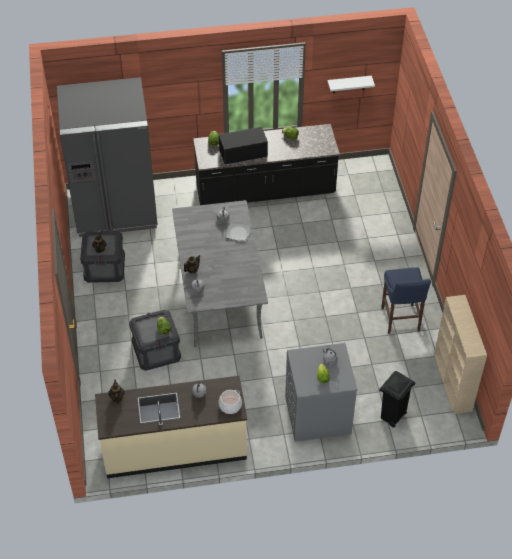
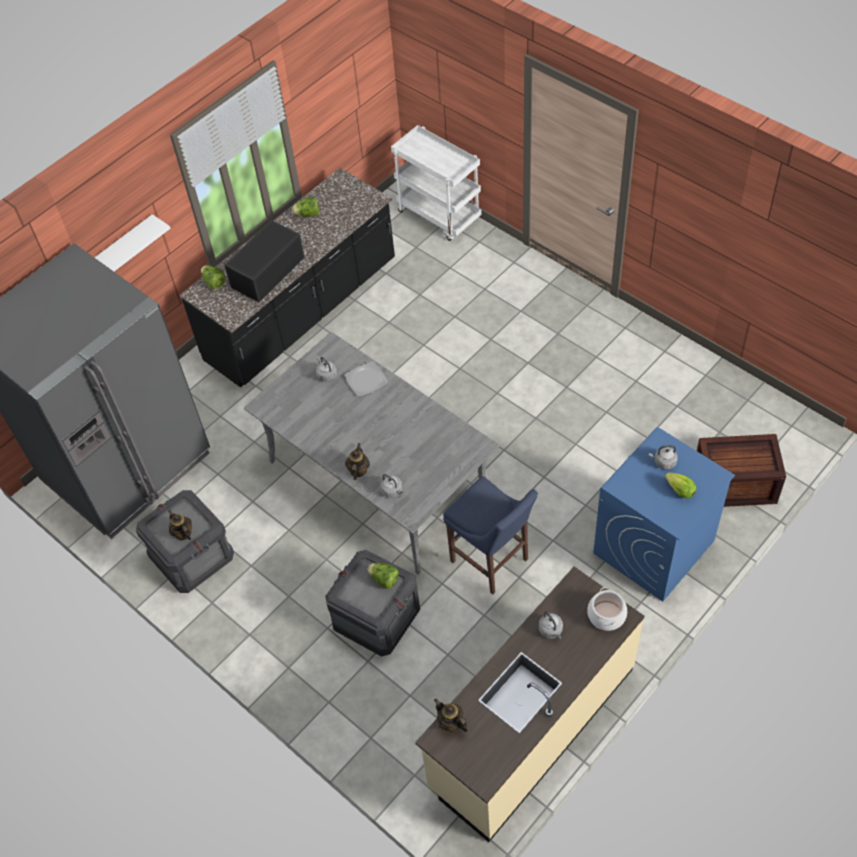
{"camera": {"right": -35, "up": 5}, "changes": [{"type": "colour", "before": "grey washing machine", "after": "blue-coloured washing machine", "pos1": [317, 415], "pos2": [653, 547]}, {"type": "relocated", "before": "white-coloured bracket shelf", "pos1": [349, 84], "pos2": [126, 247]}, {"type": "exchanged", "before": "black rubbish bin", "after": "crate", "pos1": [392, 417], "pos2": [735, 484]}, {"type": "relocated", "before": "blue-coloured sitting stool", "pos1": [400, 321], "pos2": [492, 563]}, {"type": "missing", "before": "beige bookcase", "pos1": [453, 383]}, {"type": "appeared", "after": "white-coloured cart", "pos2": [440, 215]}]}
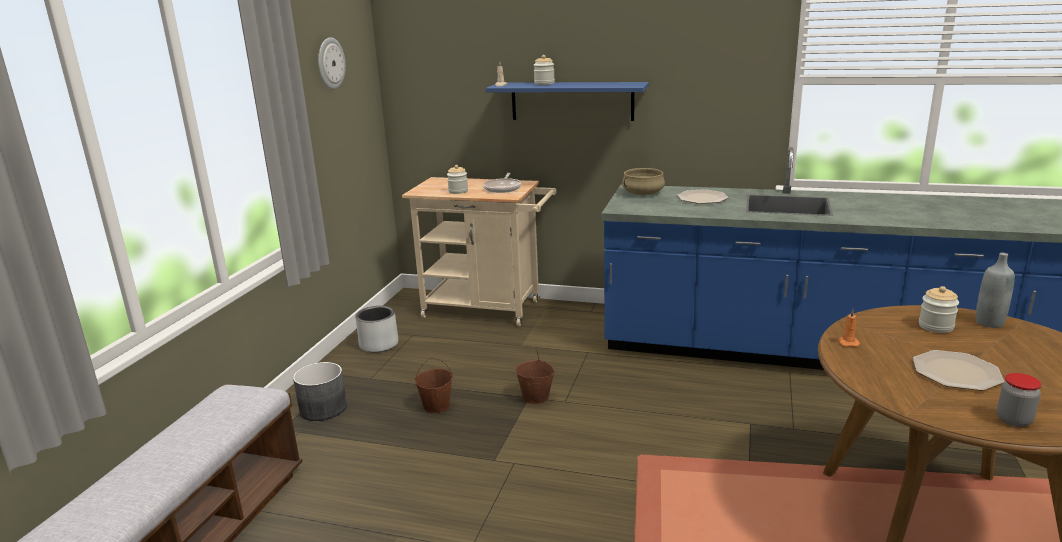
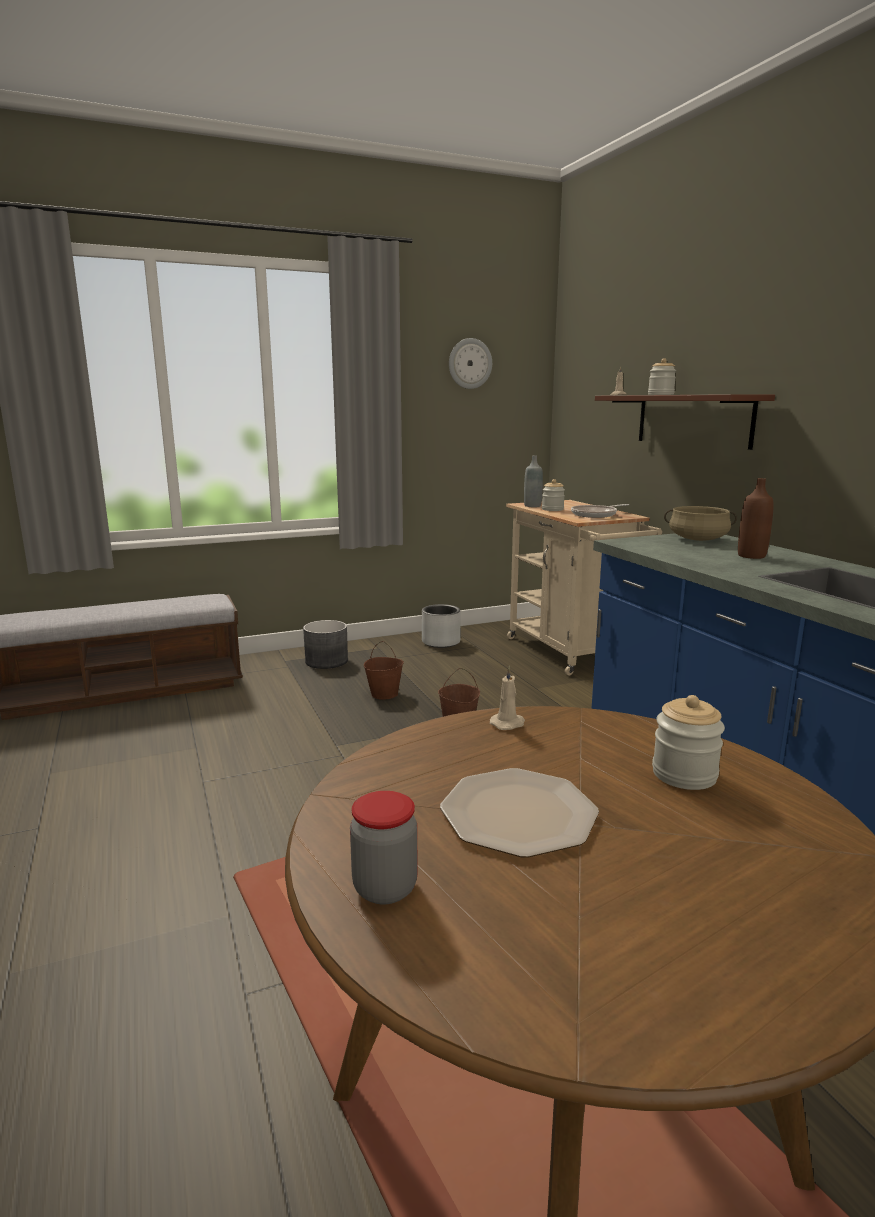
{"camera": {"right": 50, "up": -5}, "changes": [{"type": "colour", "before": "blue-coloured bracket shelf", "after": "brown-coloured bracket shelf", "pos1": [572, 101], "pos2": [693, 420]}, {"type": "exchanged", "before": "flat dish", "after": "brown-coloured beverage bottle", "pos1": [702, 198], "pos2": [751, 556]}, {"type": "colour", "before": "orange wax light", "after": "beige wax light", "pos1": [848, 342], "pos2": [508, 723]}, {"type": "relocated", "before": "grey beverage bottle", "pos1": [989, 323], "pos2": [532, 506]}]}
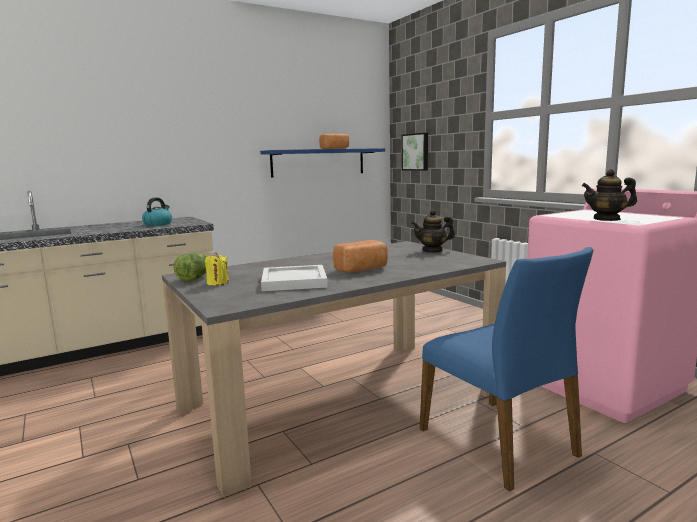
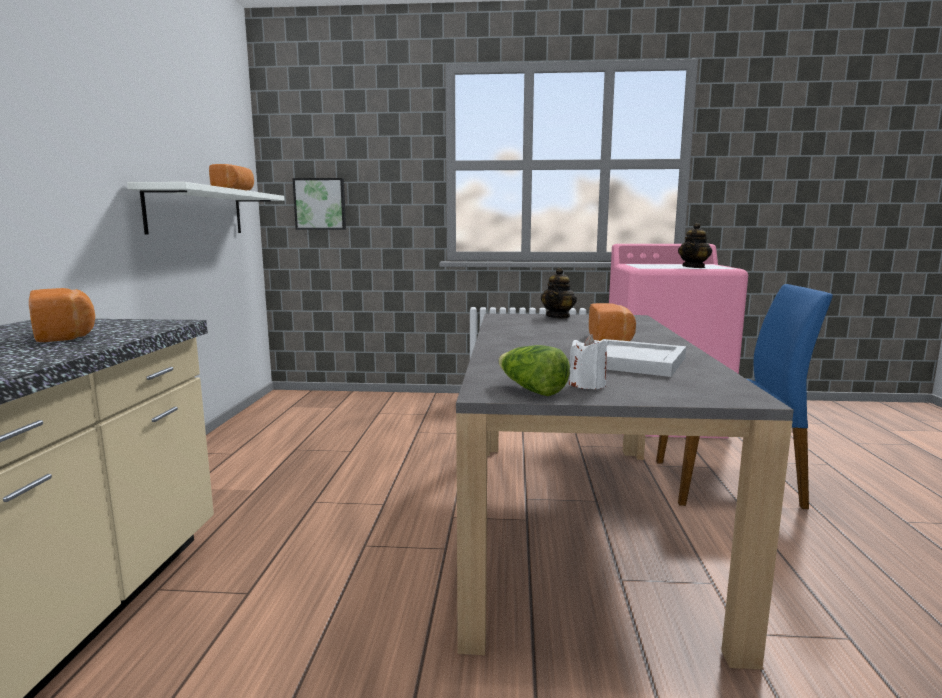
{"camera": {"right": -55, "up": 0}, "changes": [{"type": "exchanged", "before": "kettle", "after": "bakery bread", "pos1": [158, 224], "pos2": [66, 335]}, {"type": "colour", "before": "yellow wax light", "after": "white-coloured wax light", "pos1": [217, 283], "pos2": [587, 385]}, {"type": "colour", "before": "blue-coloured bracket shelf", "after": "white-coloured bracket shelf", "pos1": [318, 162], "pos2": [197, 212]}]}
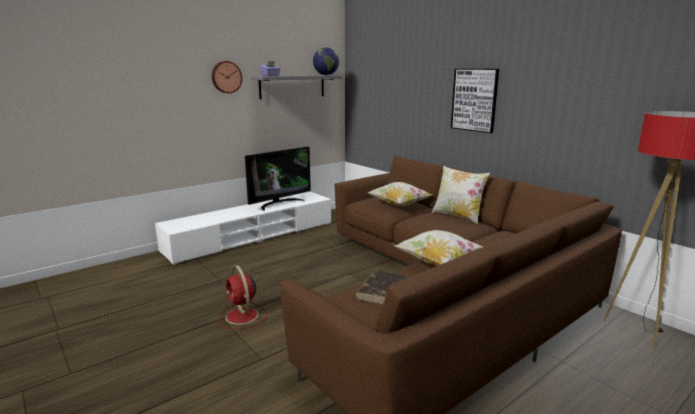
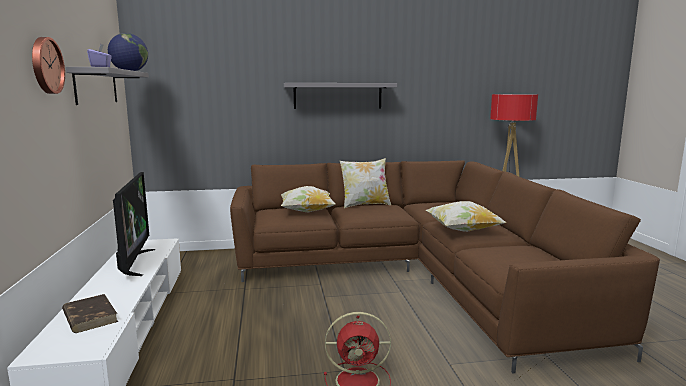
{"camera": {"right": -60, "up": -5}, "changes": [{"type": "relocated", "before": "brown-coloured bound book", "pos1": [381, 290], "pos2": [89, 316]}, {"type": "exchanged", "before": "wall art", "after": "grey bracket shelf", "pos1": [474, 100], "pos2": [338, 96]}]}
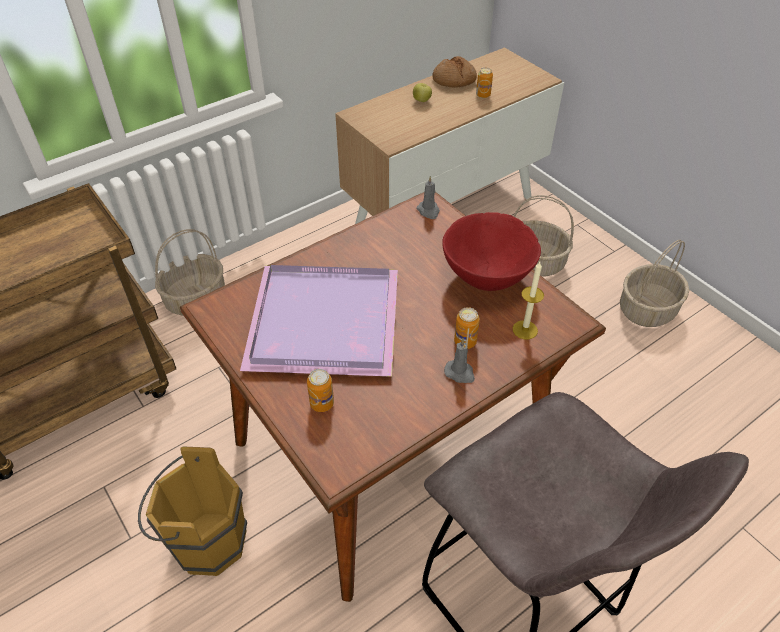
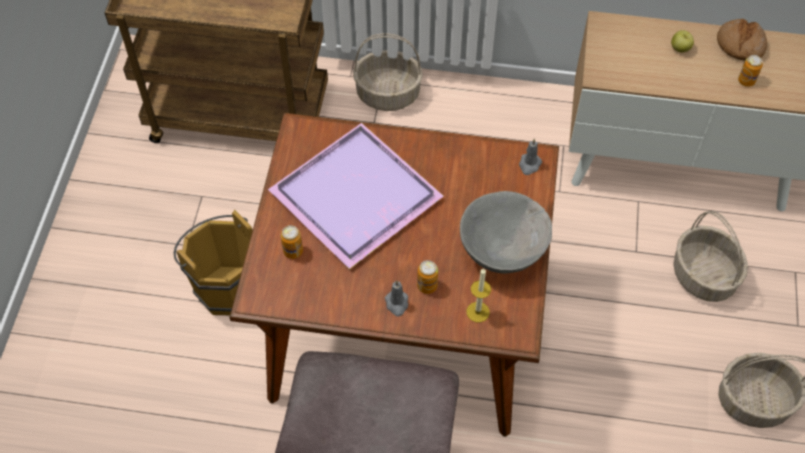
{"camera": {"right": 45, "up": 10}, "changes": [{"type": "colour", "before": "red serving bowl", "after": "grey serving bowl", "pos1": [487, 278], "pos2": [502, 253]}]}
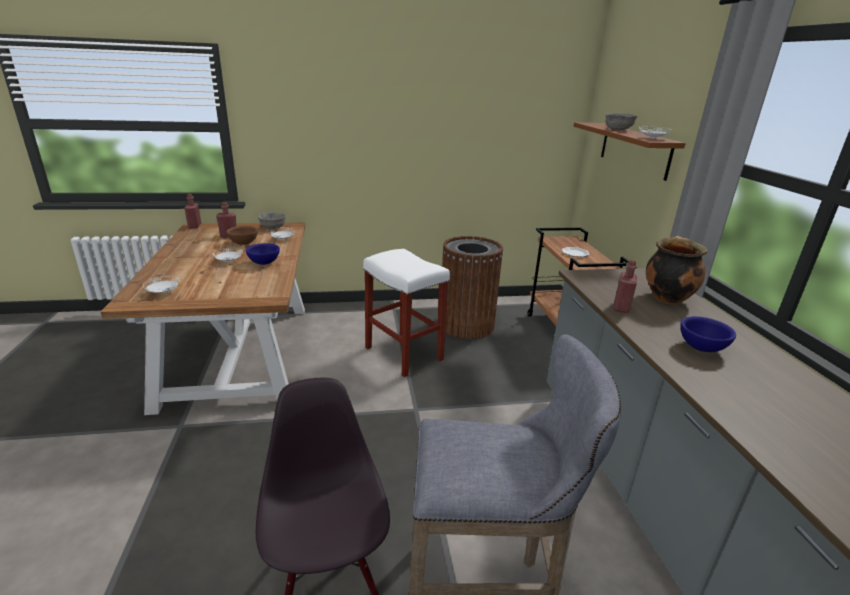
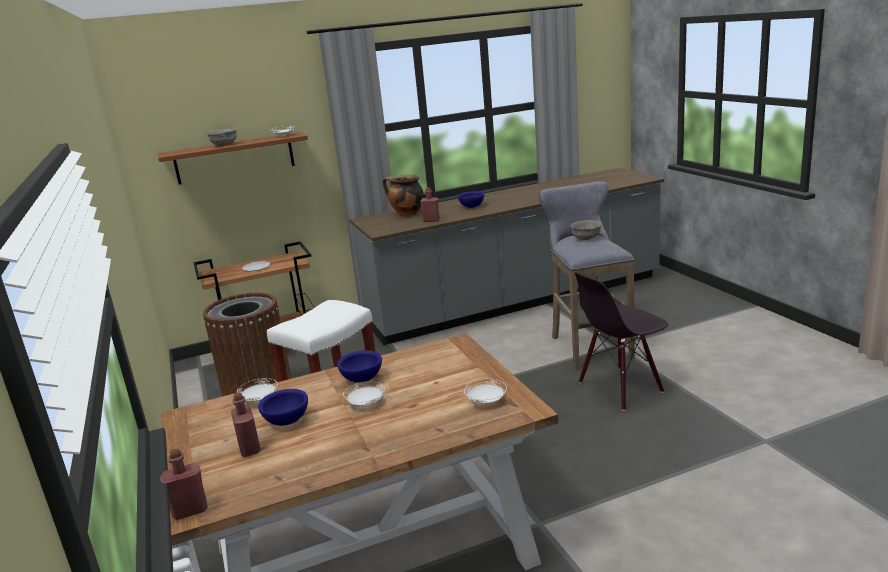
{"camera": {"right": -100, "up": -5}, "changes": [{"type": "colour", "before": "brown-coloured serving bowl", "after": "blue-coloured serving bowl", "pos1": [243, 243], "pos2": [287, 421]}, {"type": "relocated", "before": "grey serving bowl", "pos1": [272, 228], "pos2": [586, 238]}]}
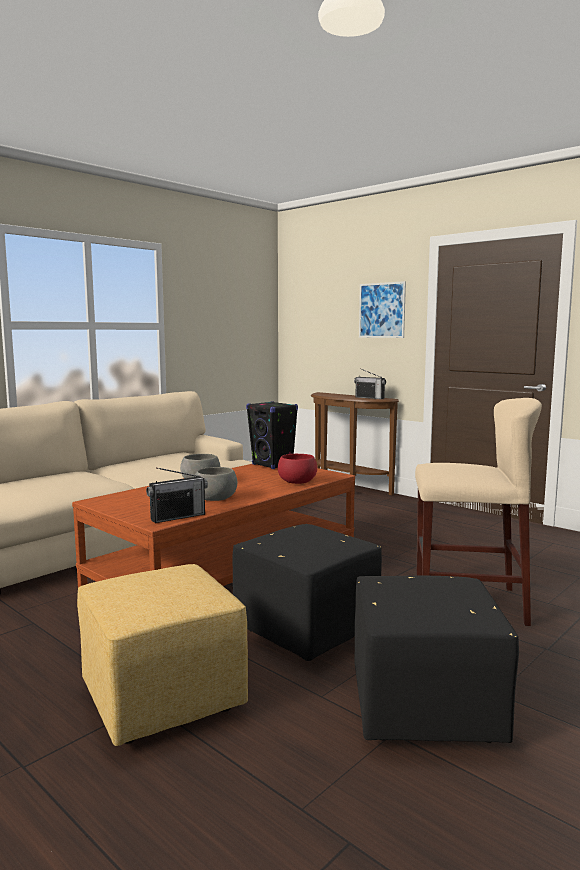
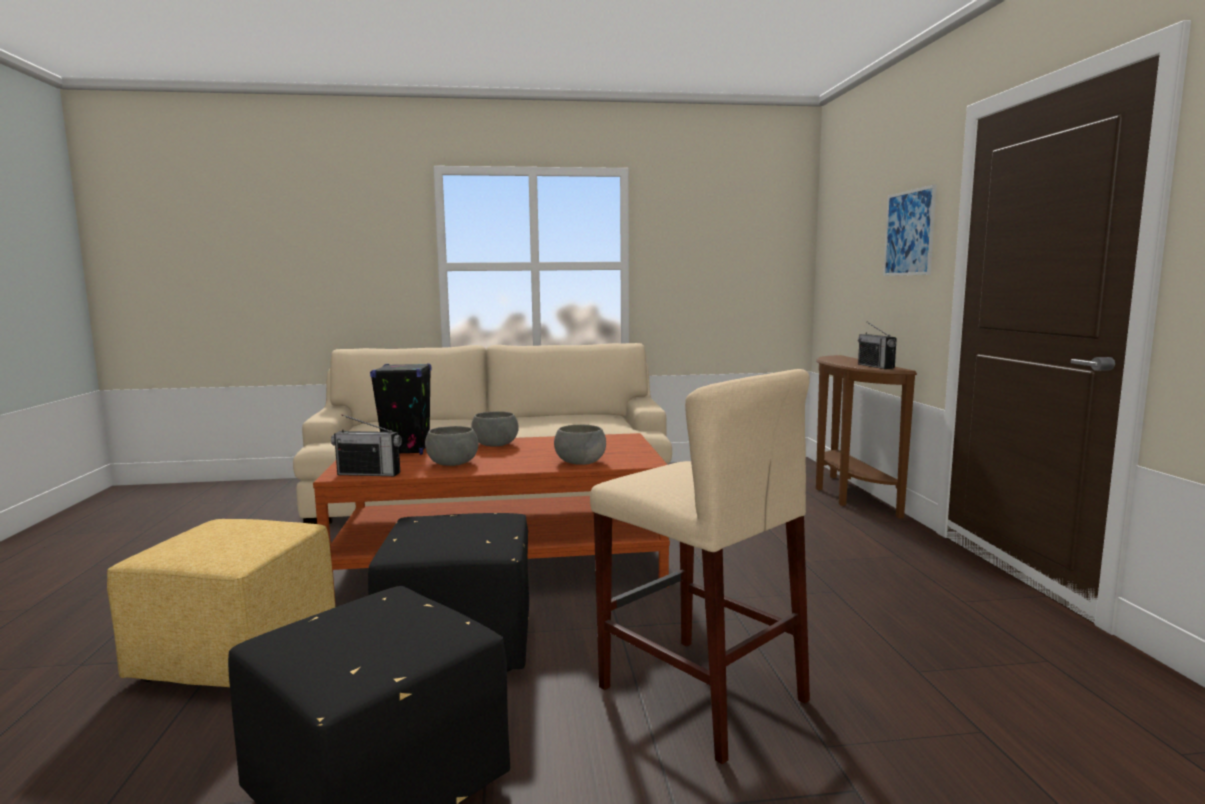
{"camera": {"right": 40, "up": 0}, "changes": [{"type": "relocated", "before": "black loudspeaker", "pos1": [273, 465], "pos2": [407, 450]}, {"type": "colour", "before": "red serving bowl", "after": "grey serving bowl", "pos1": [296, 482], "pos2": [579, 462]}]}
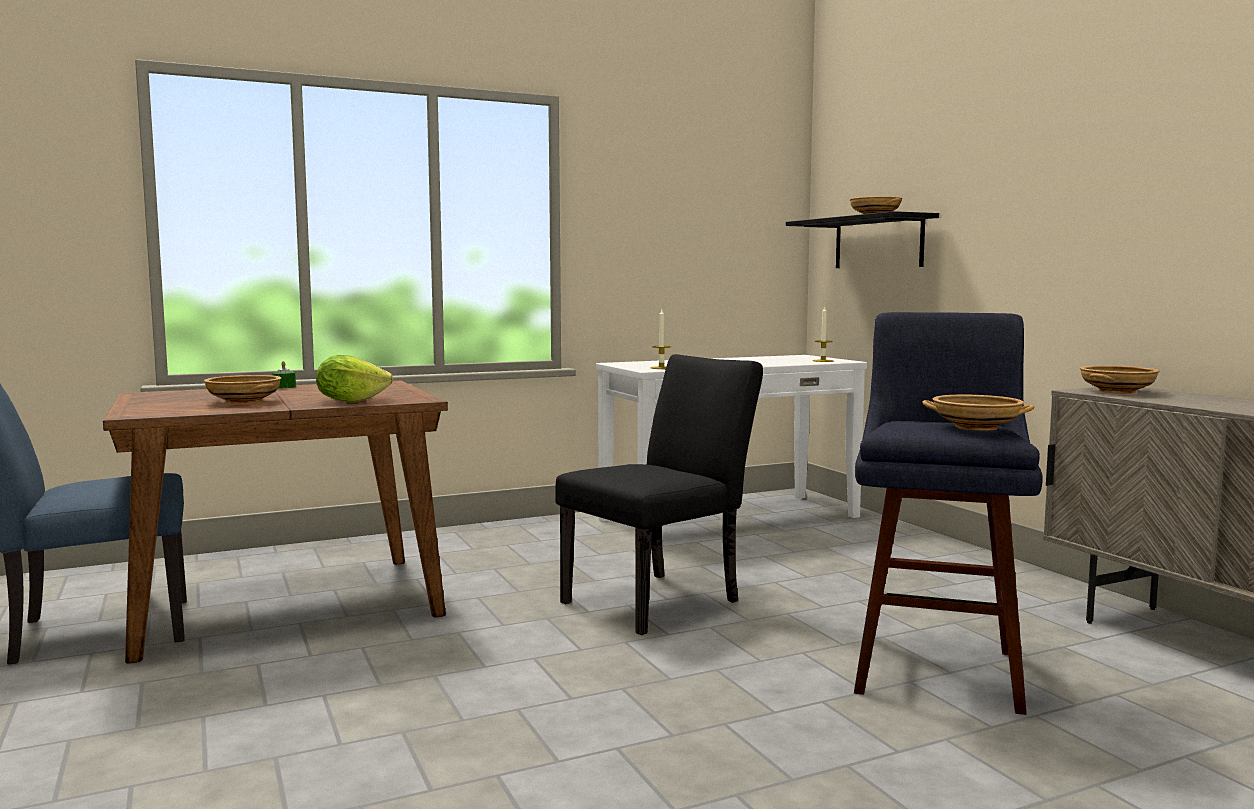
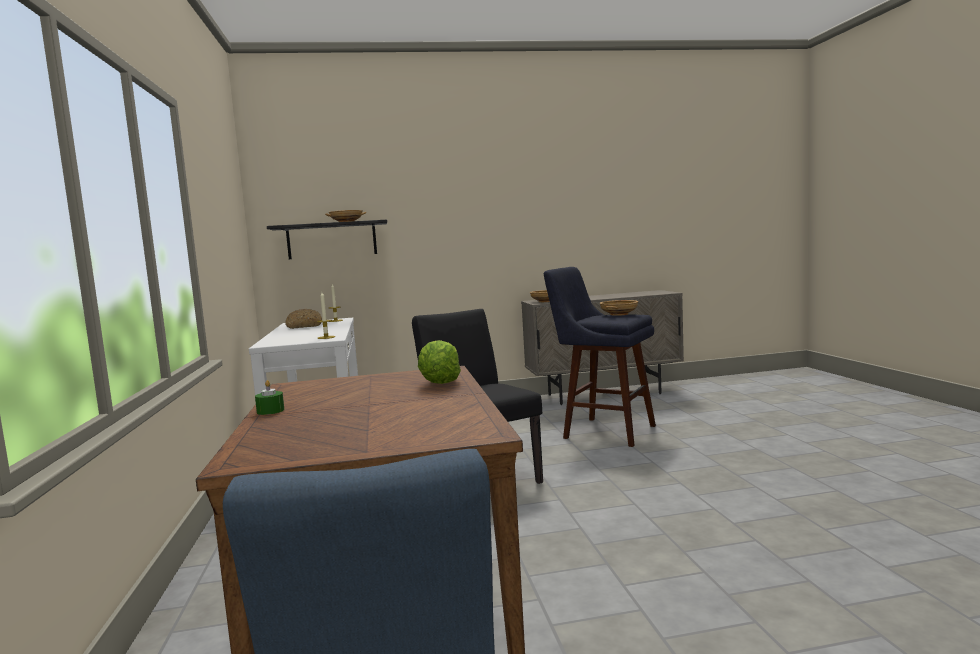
{"camera": {"right": -75, "up": 0}, "changes": [{"type": "missing", "before": "beige serving bowl", "pos1": [245, 402]}, {"type": "appeared", "after": "bakery bread", "pos2": [304, 326]}]}
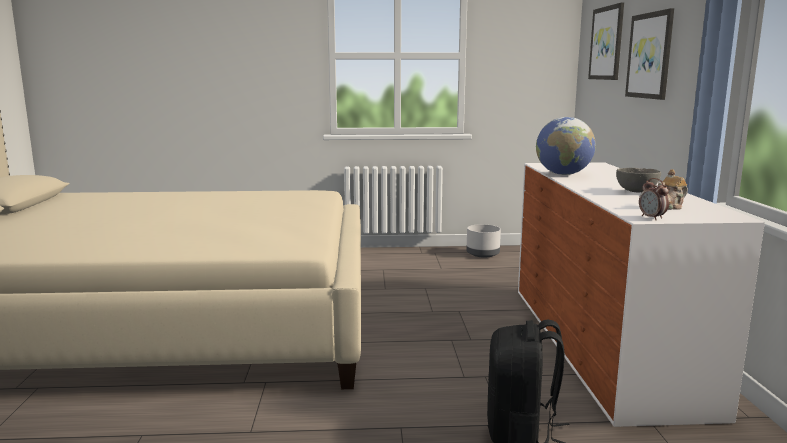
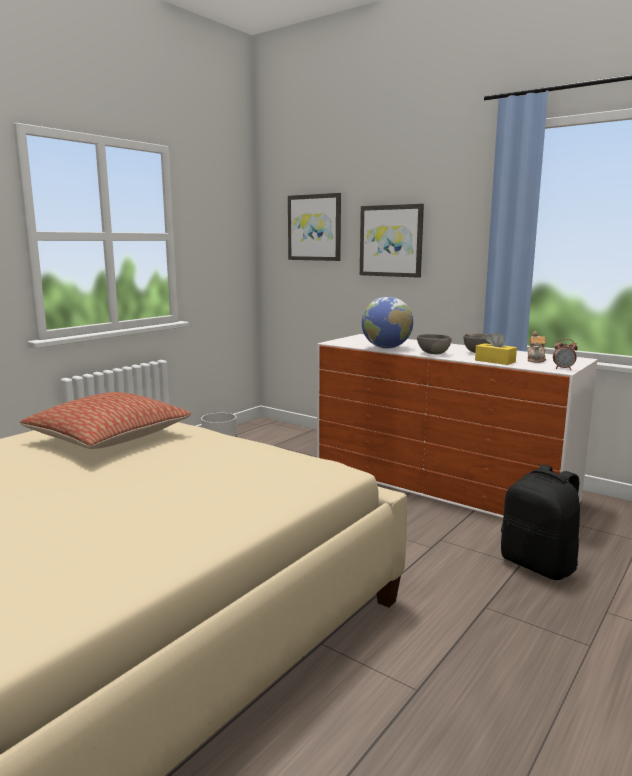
{"camera": {"right": -50, "up": 0}, "changes": [{"type": "appeared", "after": "cushion", "pos2": [108, 438]}, {"type": "appeared", "after": "grey serving bowl", "pos2": [433, 354]}, {"type": "appeared", "after": "yellow box of tissues", "pos2": [495, 361]}]}
